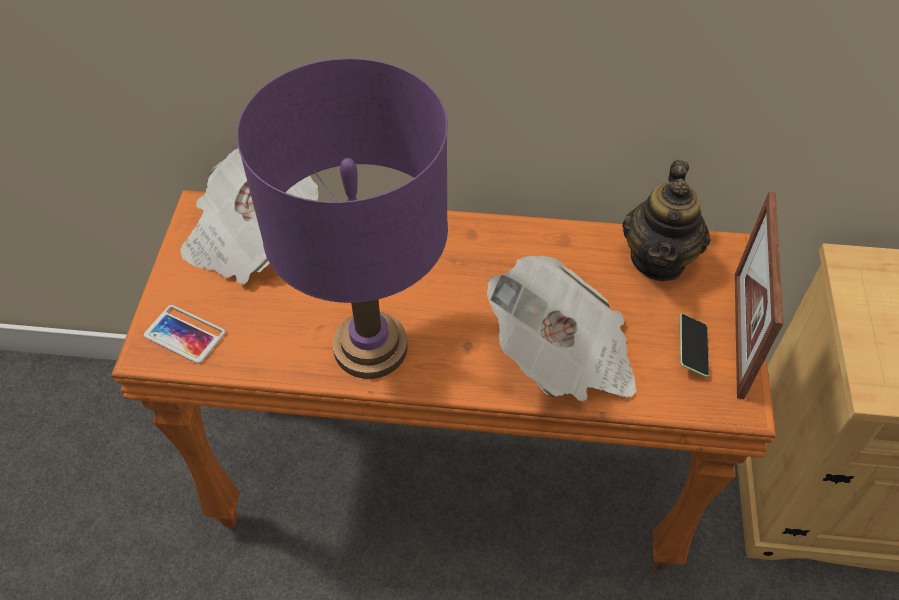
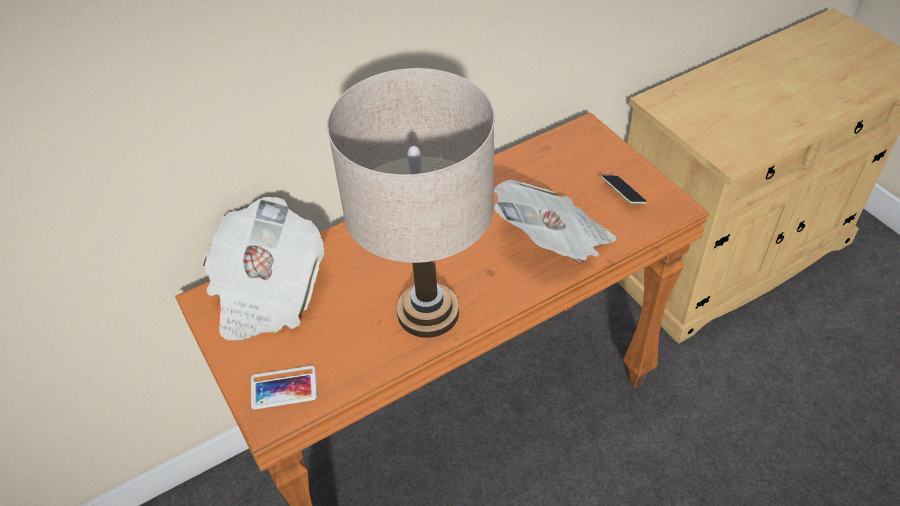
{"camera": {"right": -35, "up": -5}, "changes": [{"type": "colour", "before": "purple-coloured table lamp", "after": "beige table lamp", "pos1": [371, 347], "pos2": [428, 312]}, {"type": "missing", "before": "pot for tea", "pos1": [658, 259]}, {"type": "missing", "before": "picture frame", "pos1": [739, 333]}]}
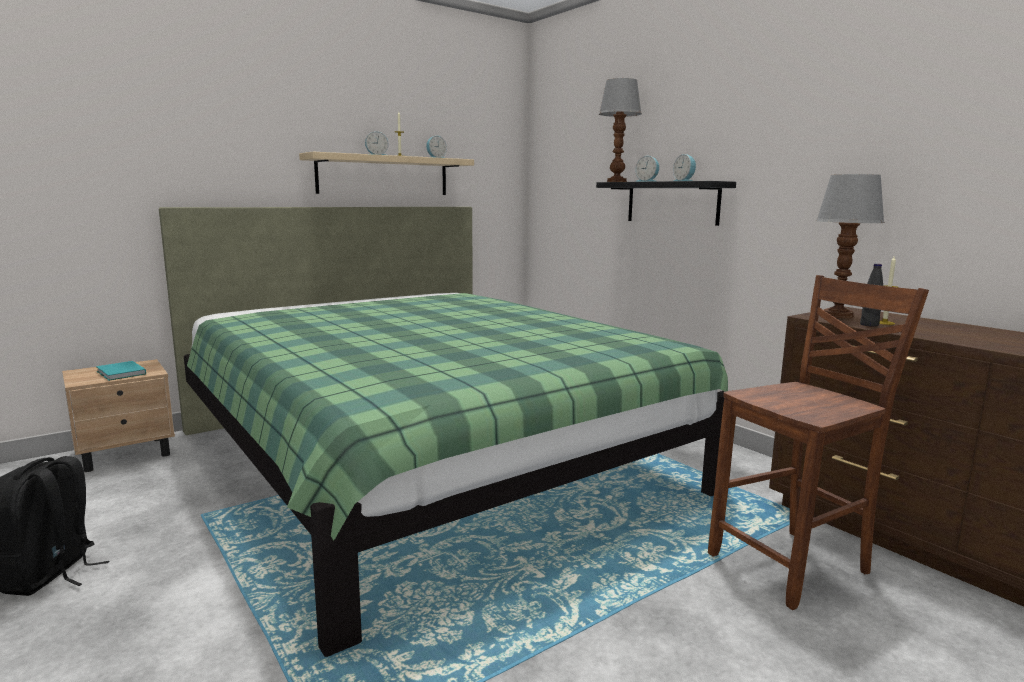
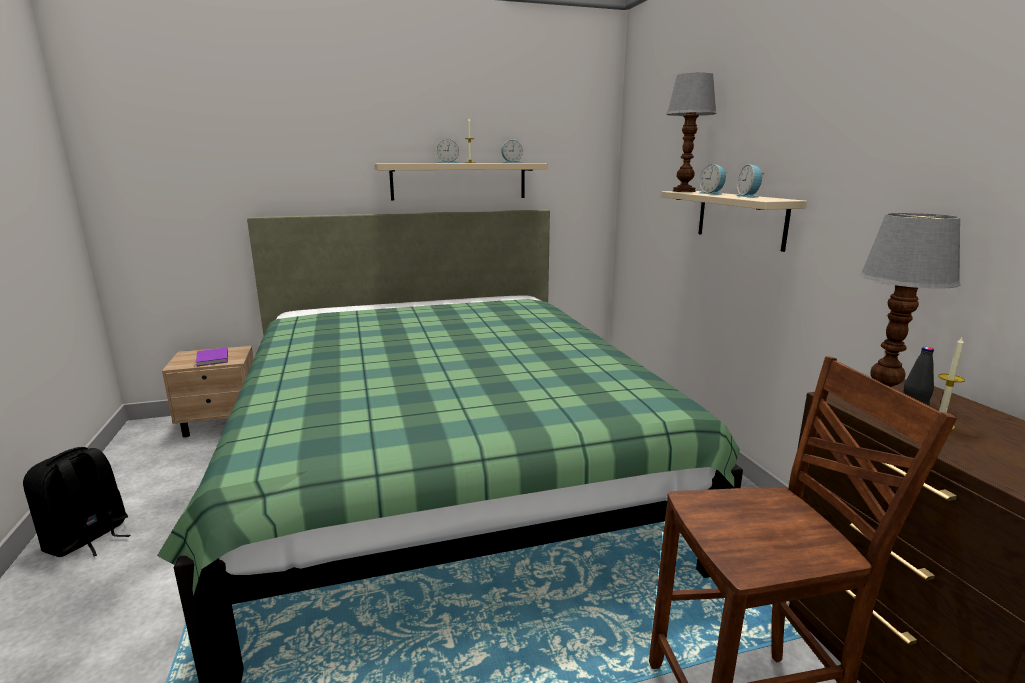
{"camera": {"right": 20, "up": 5}, "changes": [{"type": "colour", "before": "blue-green bound book", "after": "purple-coloured bound book", "pos1": [121, 373], "pos2": [212, 359]}, {"type": "colour", "before": "black bracket shelf", "after": "beige bracket shelf", "pos1": [672, 202], "pos2": [740, 218]}]}
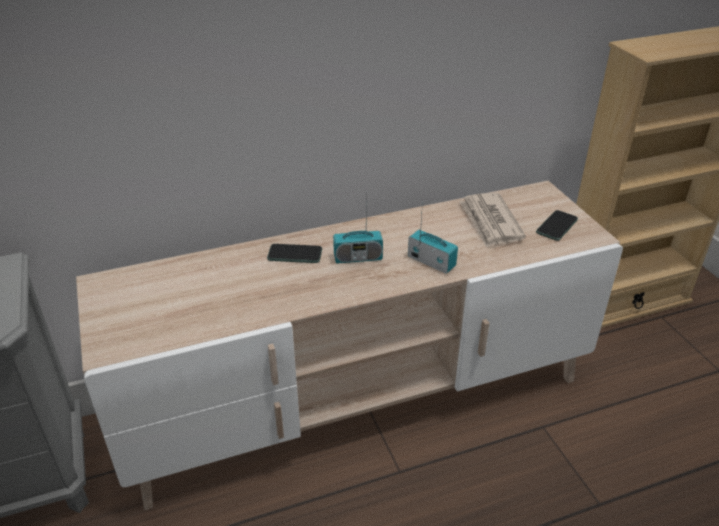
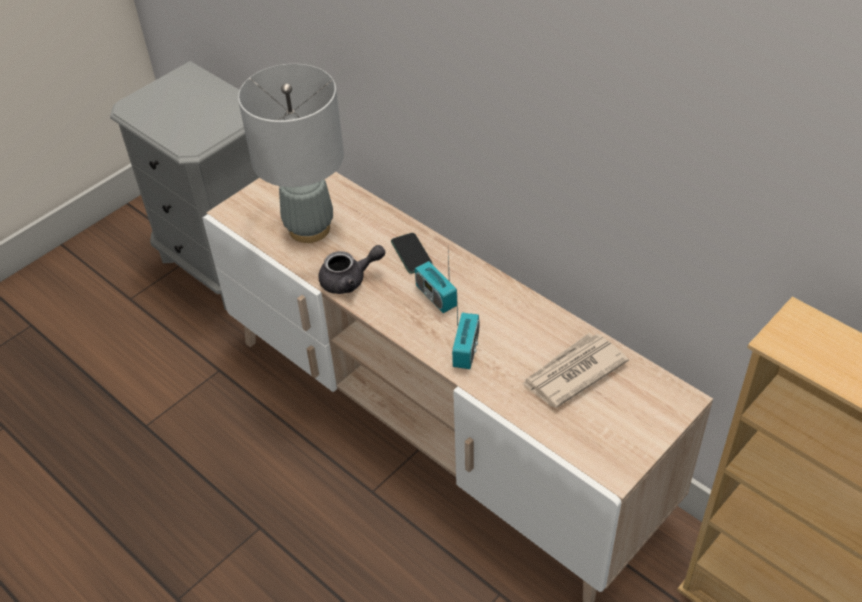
{"camera": {"right": 65, "up": 10}, "changes": [{"type": "missing", "before": "phone", "pos1": [556, 226]}, {"type": "appeared", "after": "grey table lamp", "pos2": [309, 229]}, {"type": "appeared", "after": "grey pot for tea", "pos2": [349, 280]}]}
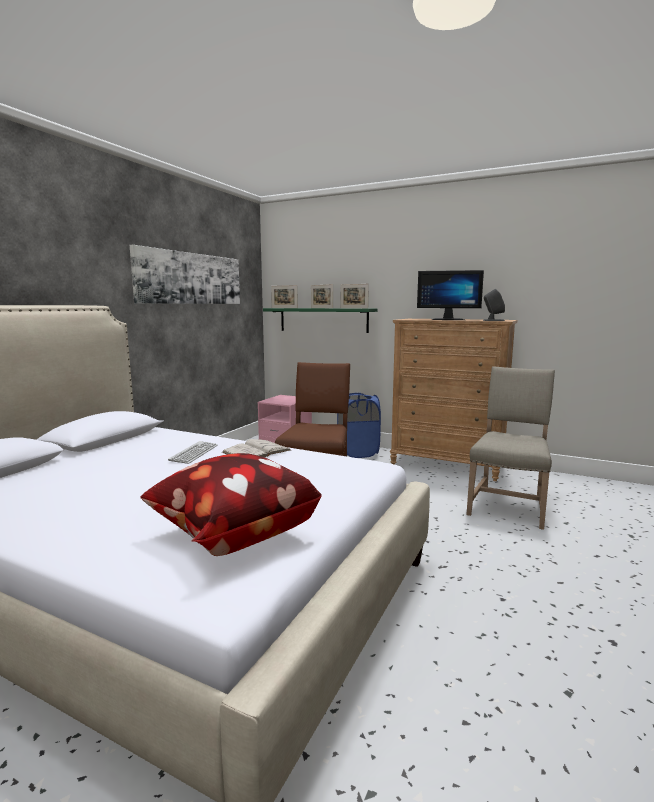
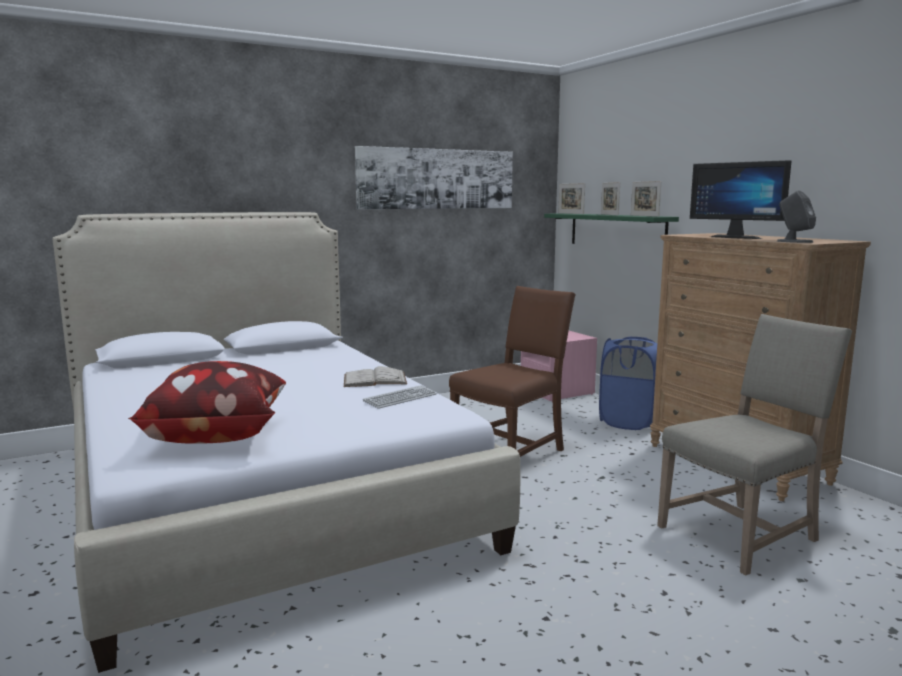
{"camera": {"right": 35, "up": 0}, "changes": [{"type": "relocated", "before": "keyboard", "pos1": [194, 453], "pos2": [400, 398]}]}
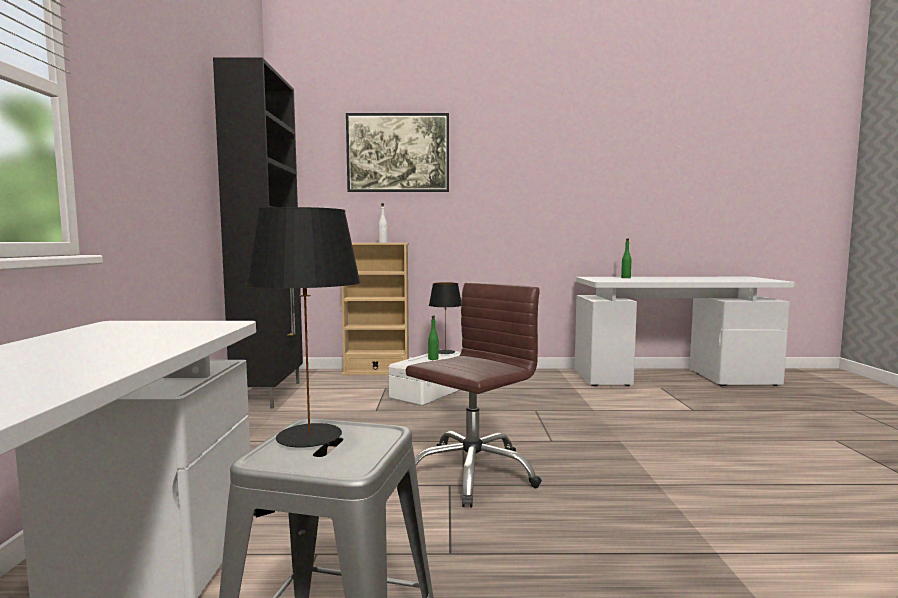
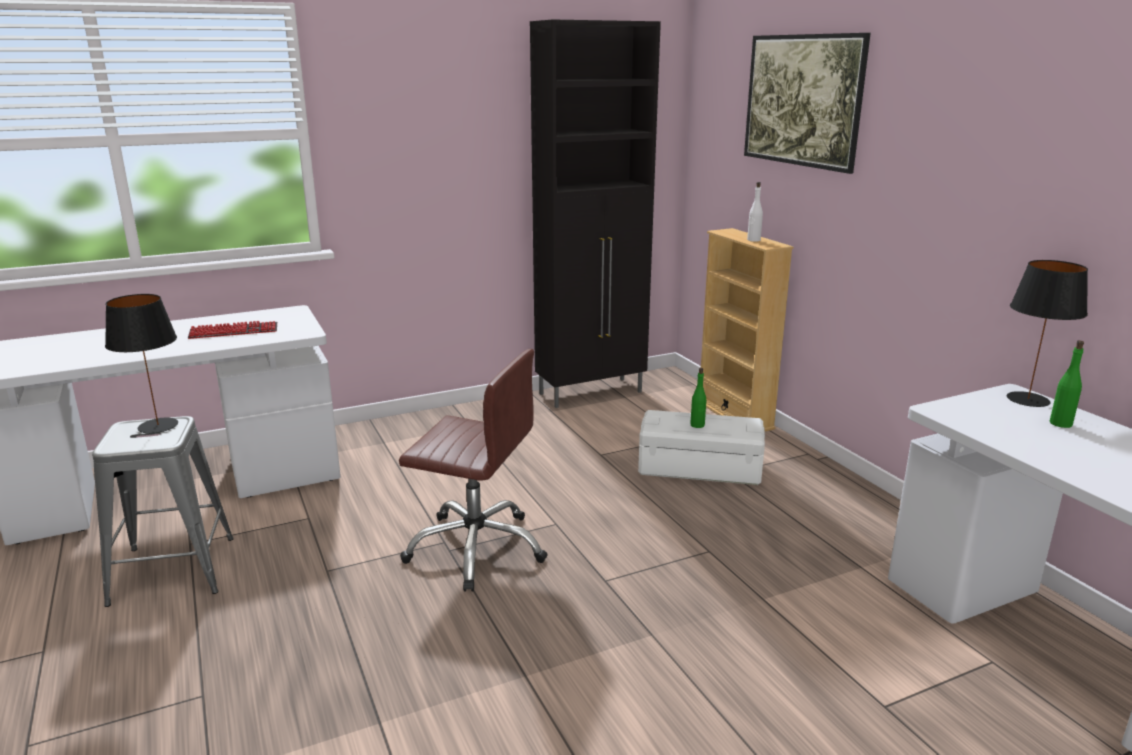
{"camera": {"right": 65, "up": 15}, "changes": [{"type": "relocated", "before": "black table lamp", "pos1": [445, 352], "pos2": [1027, 399]}, {"type": "appeared", "after": "keyboard", "pos2": [234, 332]}]}
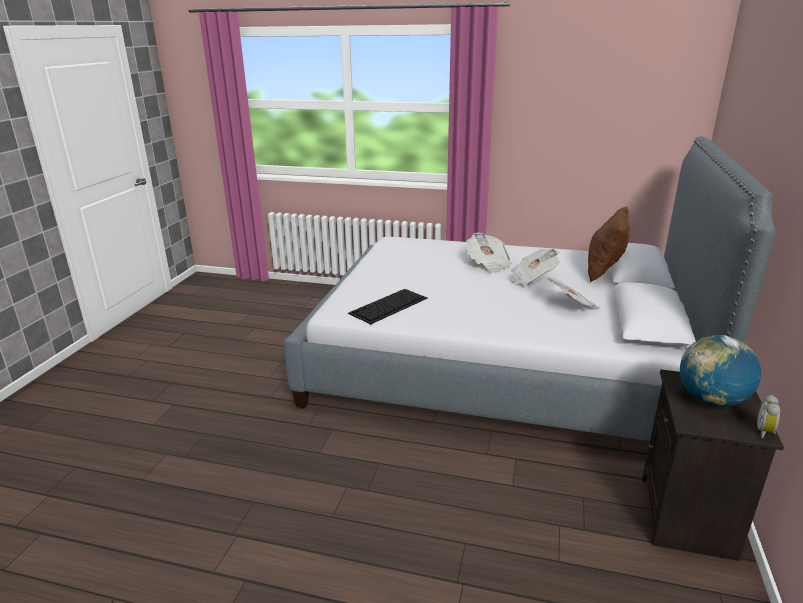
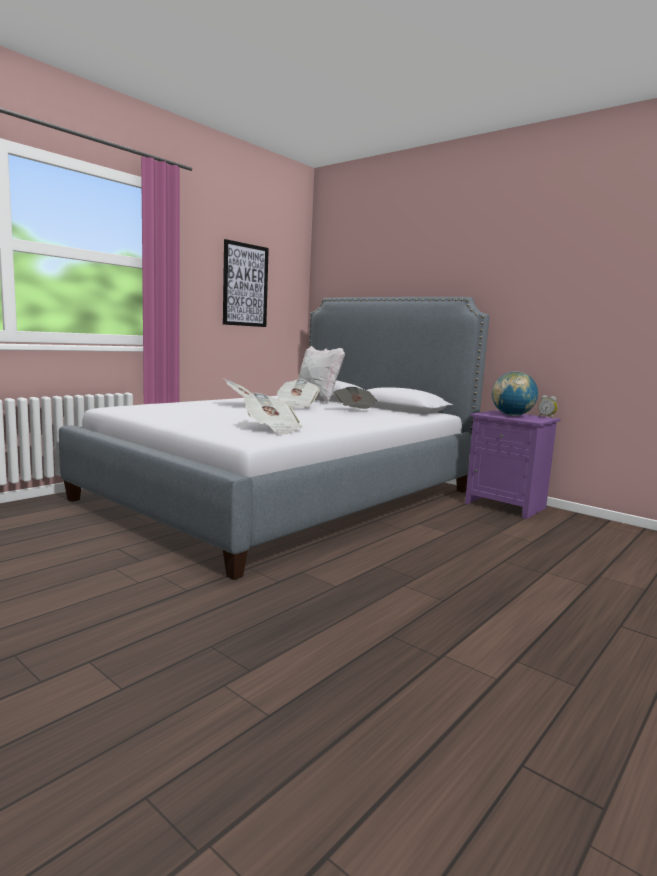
{"camera": {"right": -65, "up": -15}, "changes": [{"type": "exchanged", "before": "keyboard", "after": "daily paper", "pos1": [388, 306], "pos2": [272, 429]}, {"type": "colour", "before": "brown-coloured cushion", "after": "white-coloured cushion", "pos1": [604, 274], "pos2": [316, 400]}, {"type": "colour", "before": "black bedside table", "after": "purple-coloured bedside table", "pos1": [688, 517], "pos2": [507, 505]}, {"type": "appeared", "after": "wall art", "pos2": [245, 285]}]}
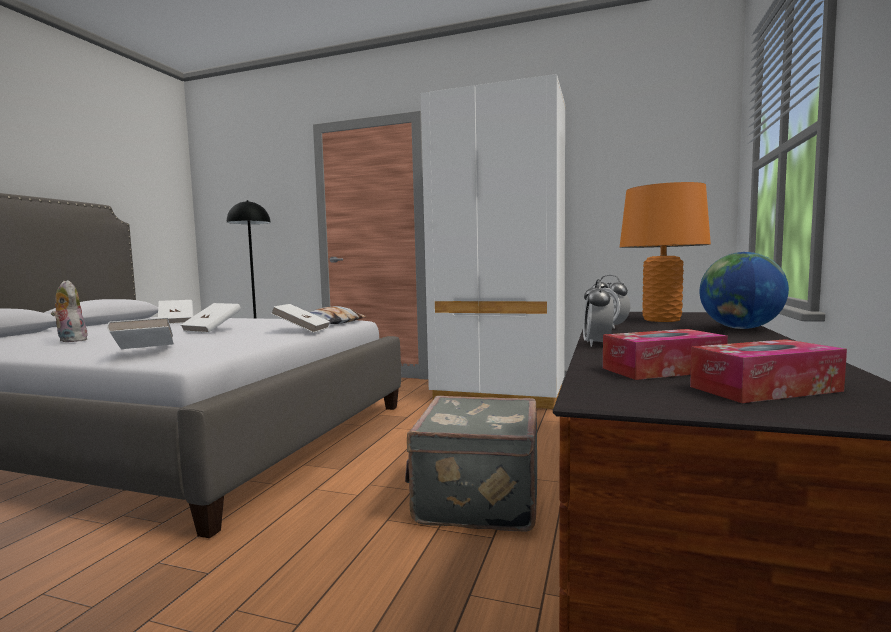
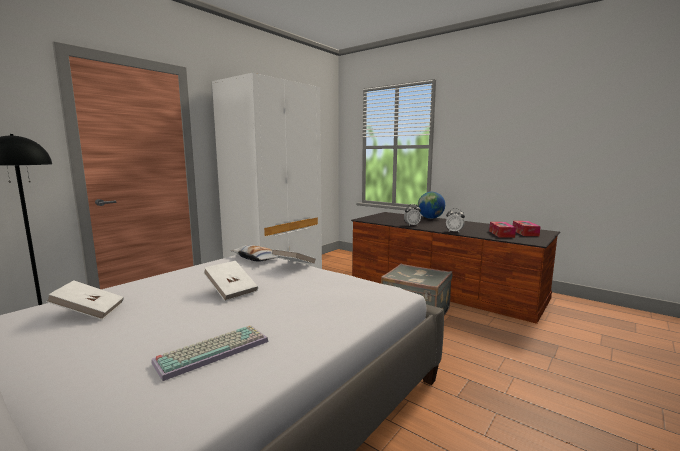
{"camera": {"right": -70, "up": 5}, "changes": [{"type": "exchanged", "before": "soft toy", "after": "keyboard", "pos1": [70, 340], "pos2": [213, 350]}, {"type": "missing", "before": "white-coloured bound book", "pos1": [144, 350]}, {"type": "missing", "before": "orange table lamp", "pos1": [662, 320]}]}
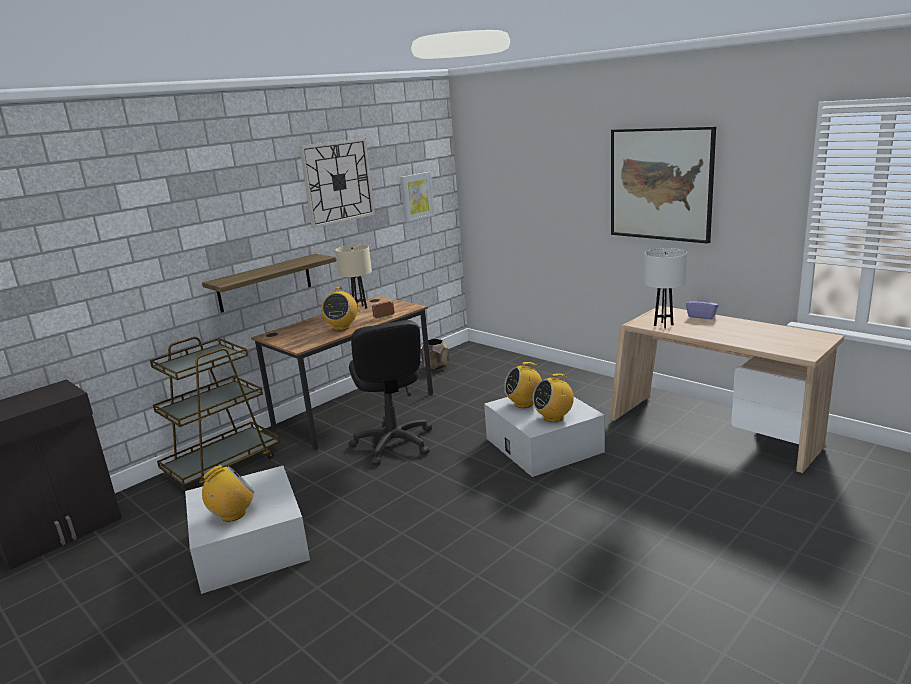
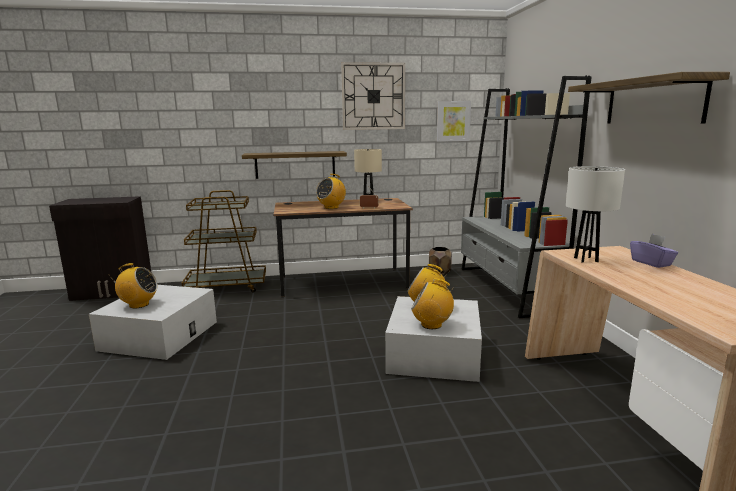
{"camera": {"right": 35, "up": -5}, "changes": [{"type": "missing", "before": "black computer chair", "pos1": [393, 443]}, {"type": "exchanged", "before": "wall art", "after": "bracket shelf", "pos1": [660, 184], "pos2": [653, 102]}, {"type": "appeared", "after": "grey bookcase", "pos2": [506, 289]}]}
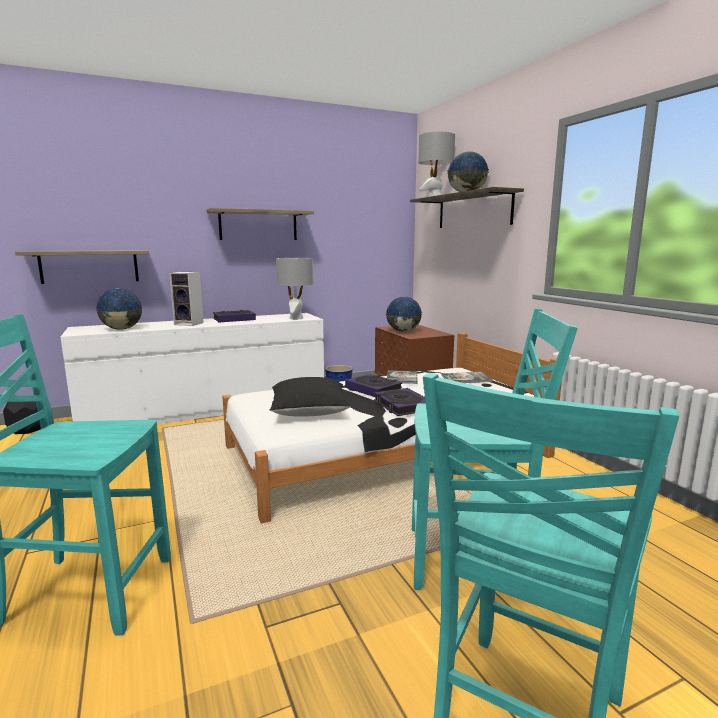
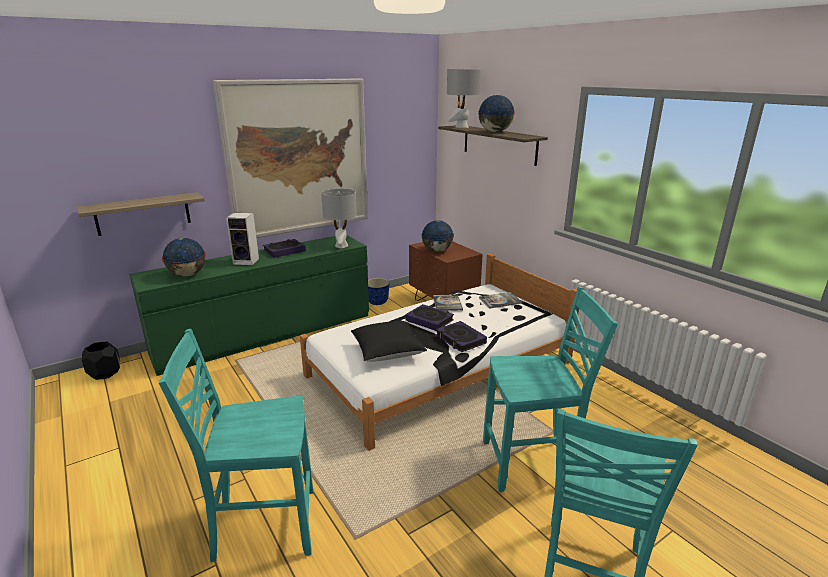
{"camera": {"right": -10, "up": 10}, "changes": [{"type": "colour", "before": "white-coloured drawer chest", "after": "green drawer chest", "pos1": [208, 409], "pos2": [266, 333]}, {"type": "exchanged", "before": "bracket shelf", "after": "wall art", "pos1": [258, 225], "pos2": [298, 157]}]}
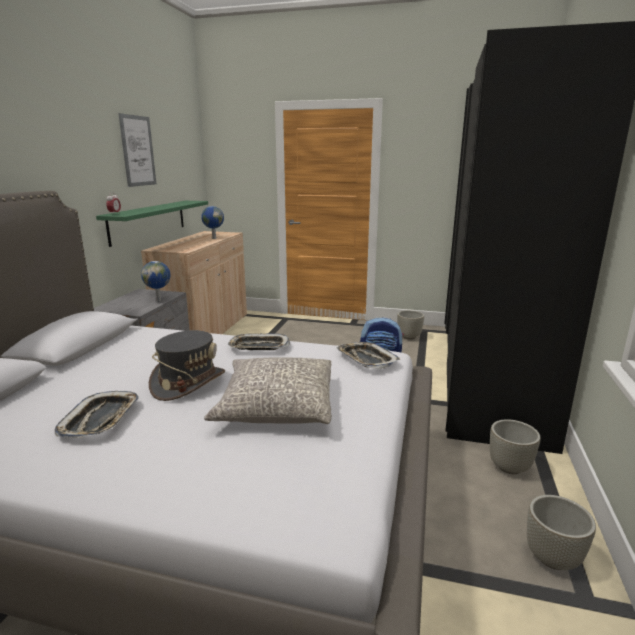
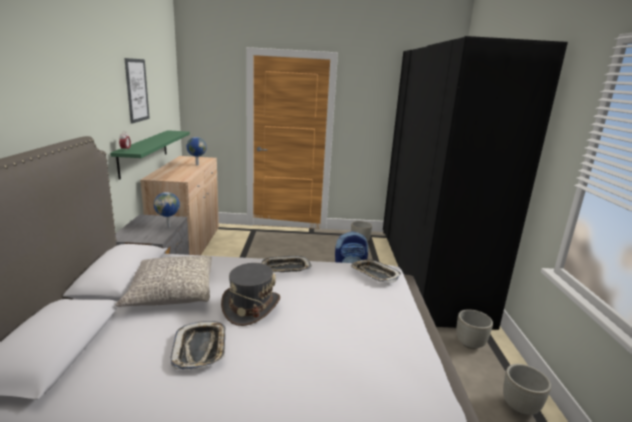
{"camera": {"right": -15, "up": 0}, "changes": [{"type": "relocated", "before": "grey cushion", "pos1": [276, 405], "pos2": [170, 291]}]}
